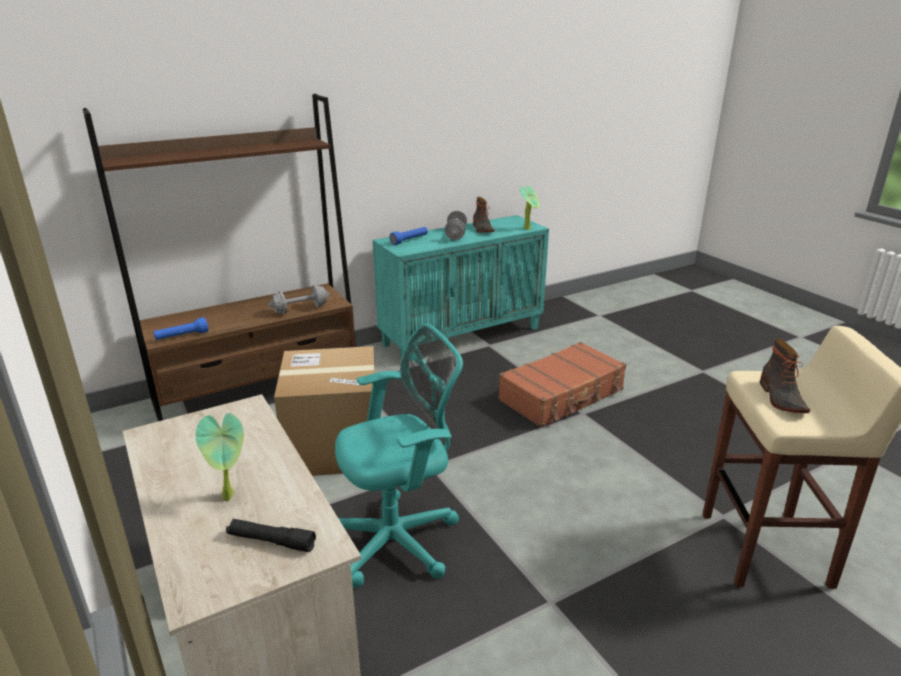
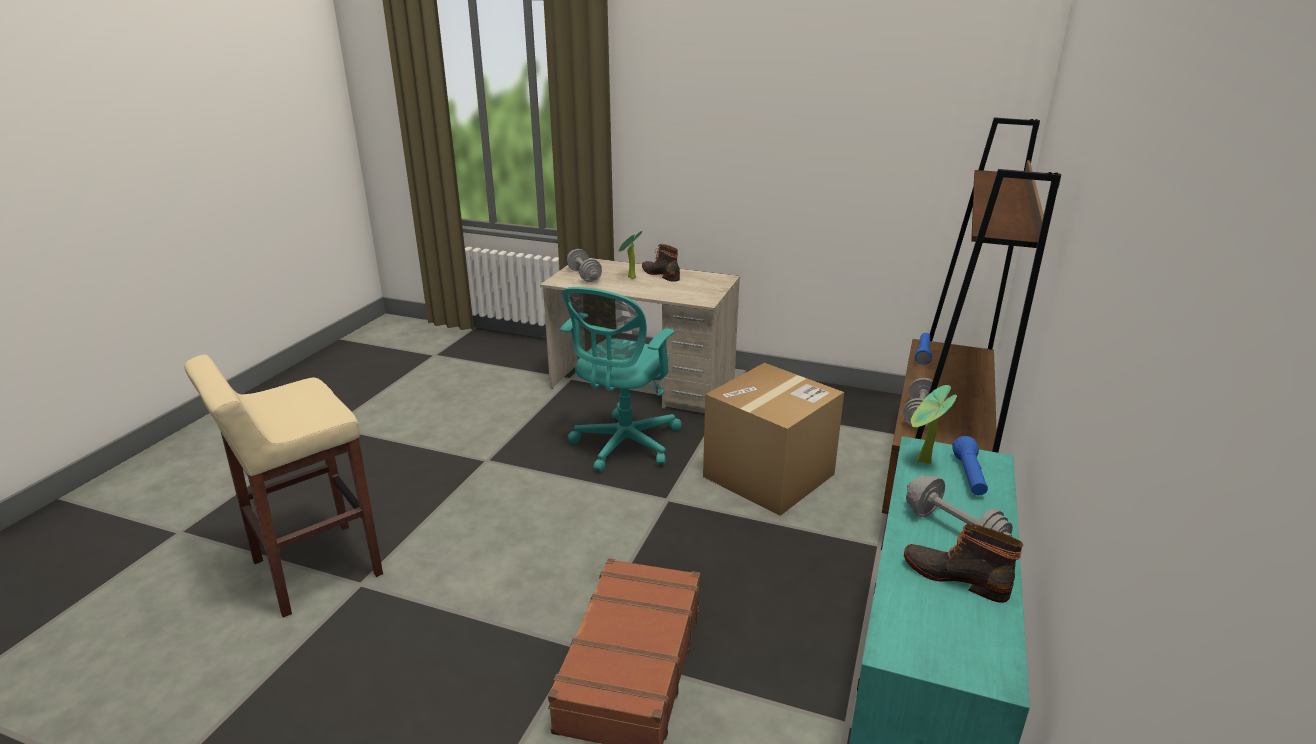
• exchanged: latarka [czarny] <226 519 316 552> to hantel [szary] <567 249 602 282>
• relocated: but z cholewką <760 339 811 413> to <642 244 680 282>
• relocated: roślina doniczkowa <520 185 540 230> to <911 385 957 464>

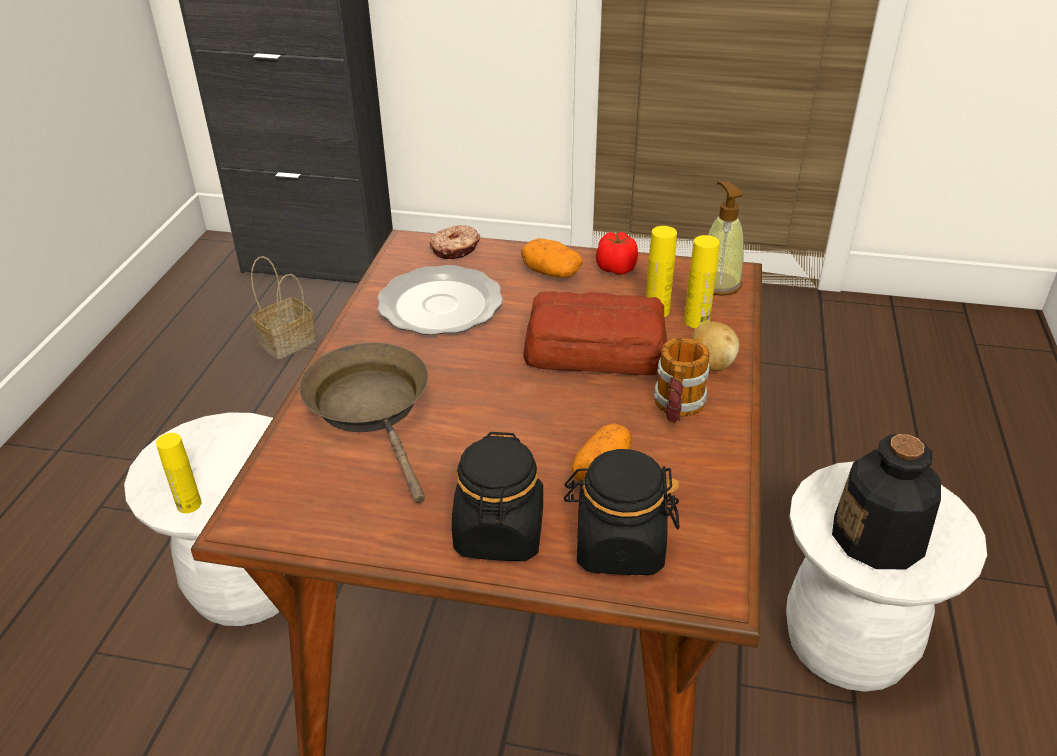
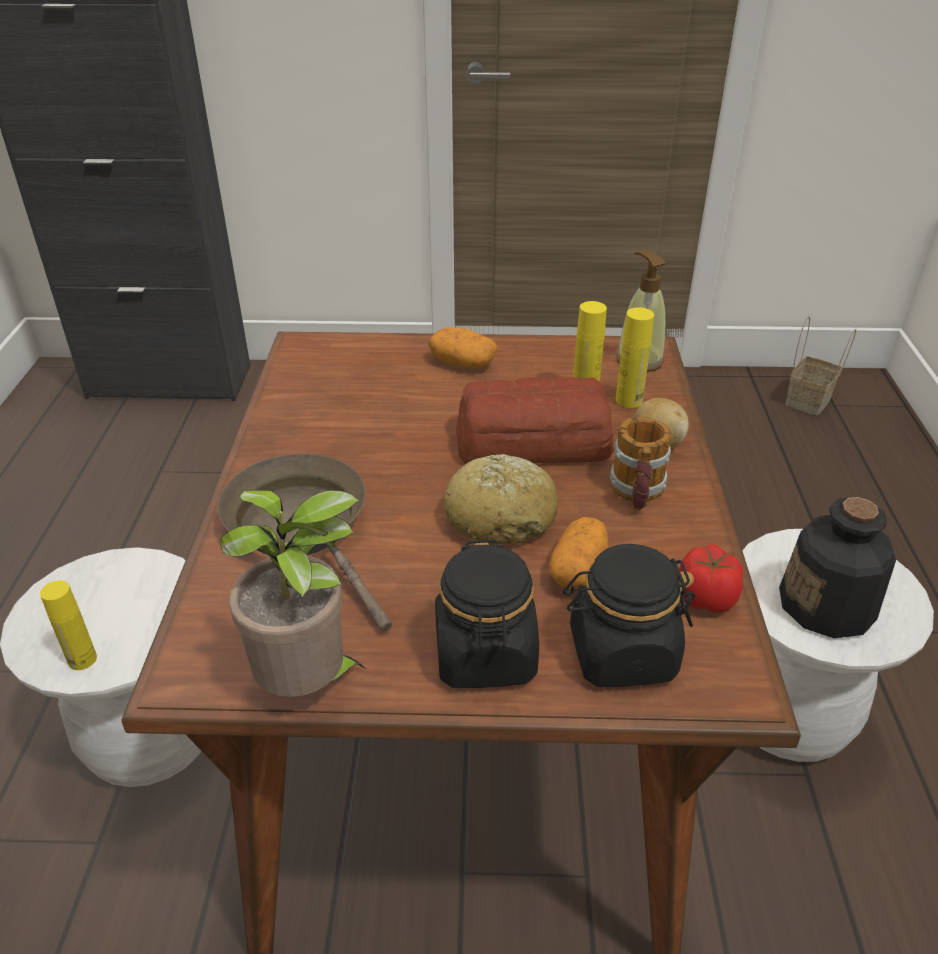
• appeared: roślina doniczkowa <220 490 367 697>
• appeared: chleb <444 454 559 545>
• relocated: pomidor <596 232 638 275> to <679 544 743 613>
• relocated: koszyk <251 256 316 359> to <785 316 856 415>
• missing: talerz <377 265 503 335>
• missing: donut <430 225 480 259>

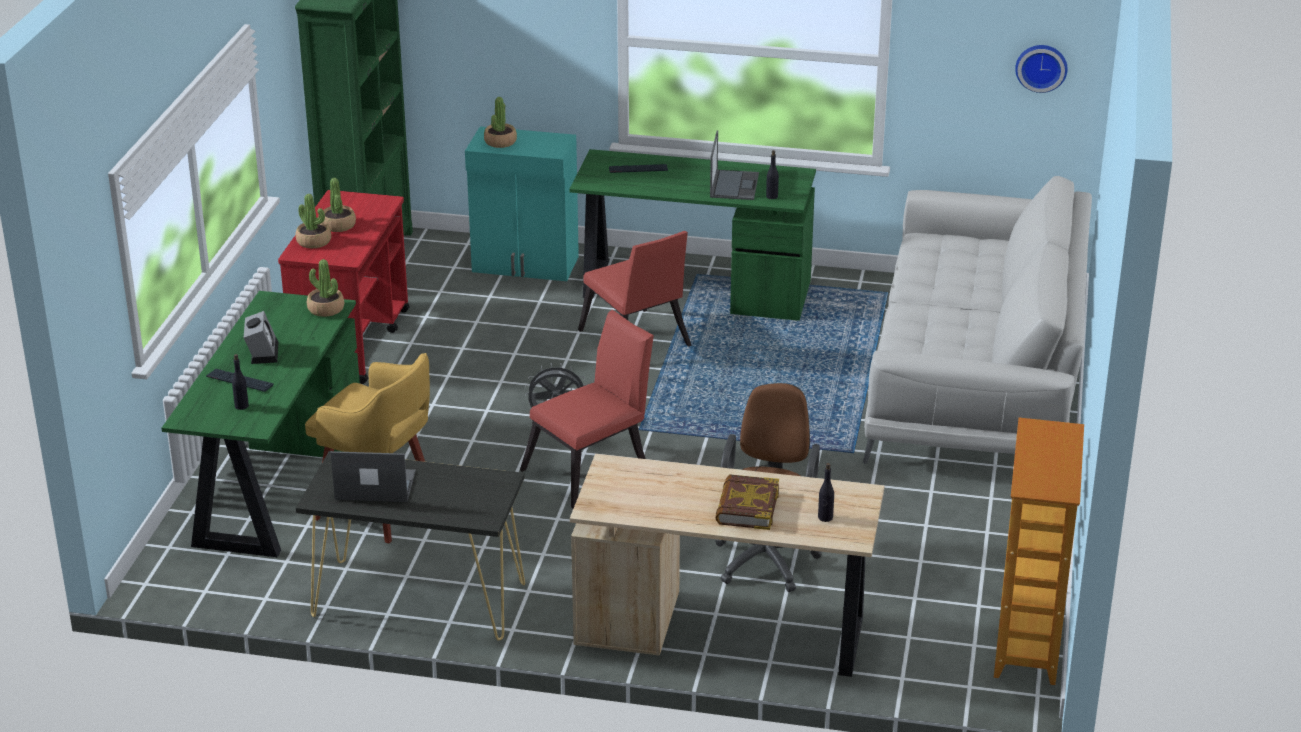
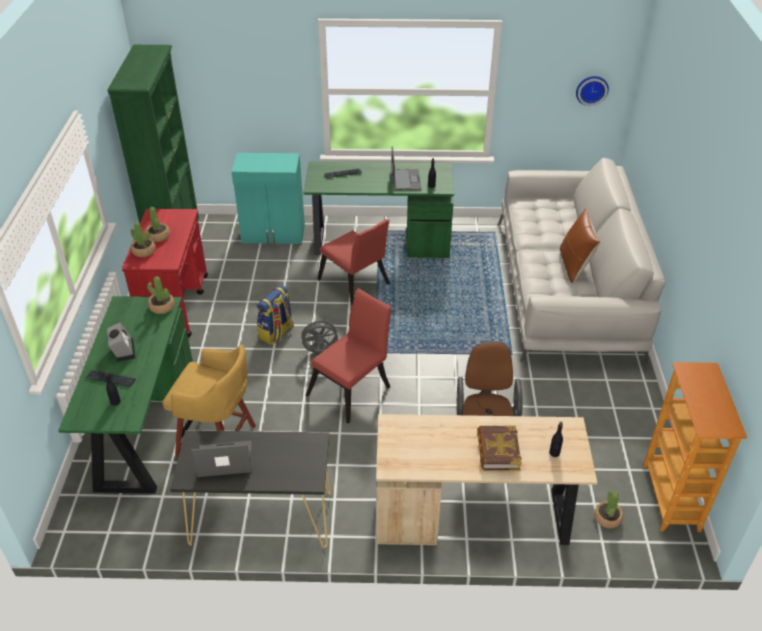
• appeared: plecak <257 285 294 345>
• appeared: poduszka [brązowy] <560 208 600 283>
• relocated: roślina doniczkowa <484 97 517 148> to <594 490 623 529>

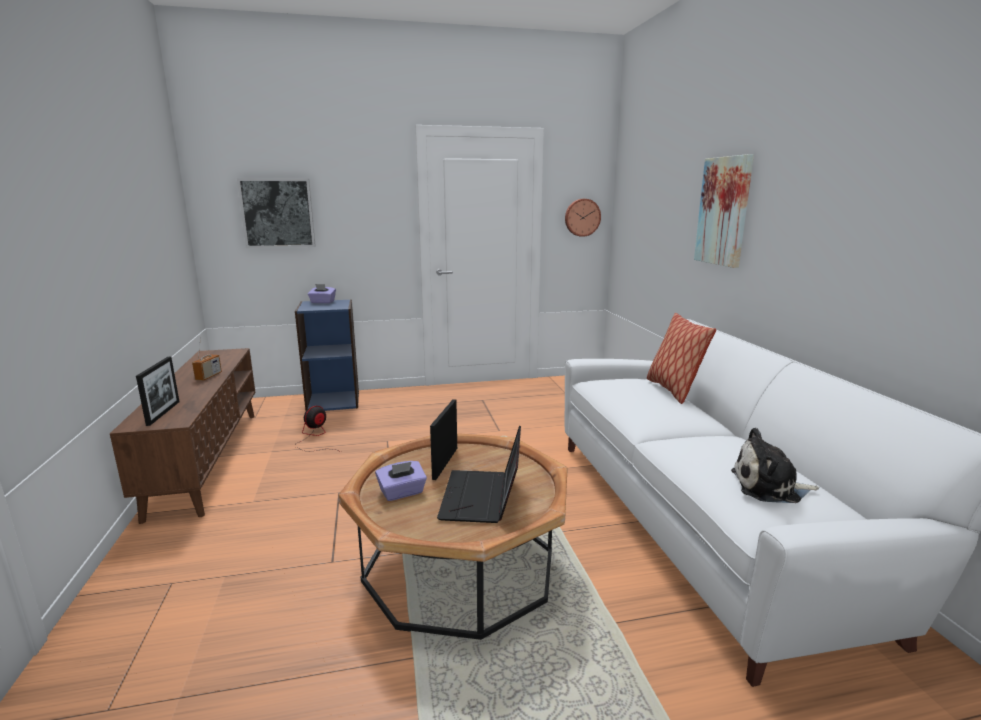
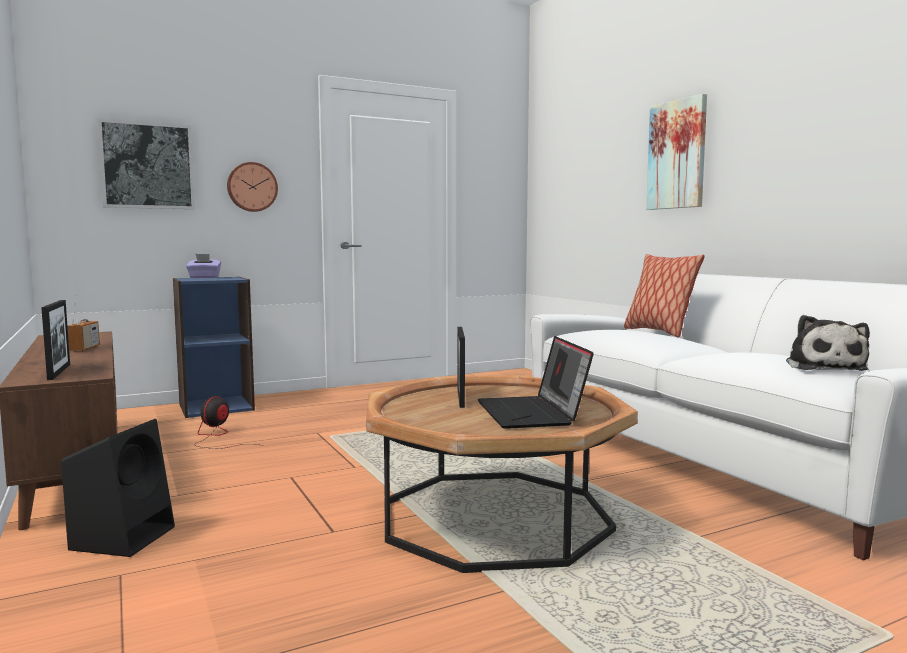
• appeared: głośnik [czarny] <61 419 175 557>
• relocated: zegar ścienny <565 199 601 237> to <227 162 278 212>
• spun: pluszak <731 428 819 503> = <786 315 870 371> 75 degrees counterclockwise
• missing: pudełko chusteczek [fioletowy] <375 461 427 501>

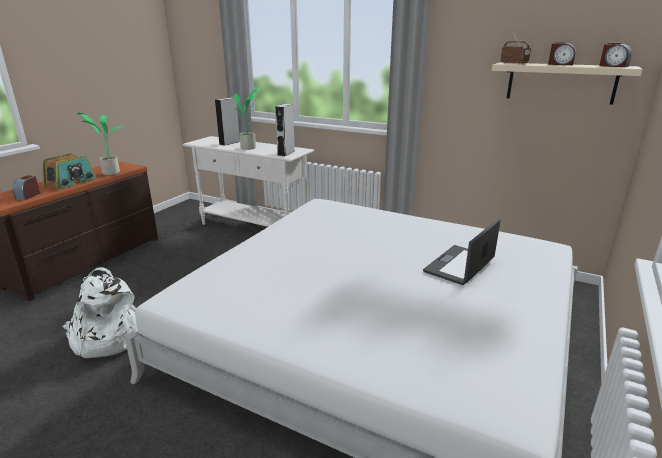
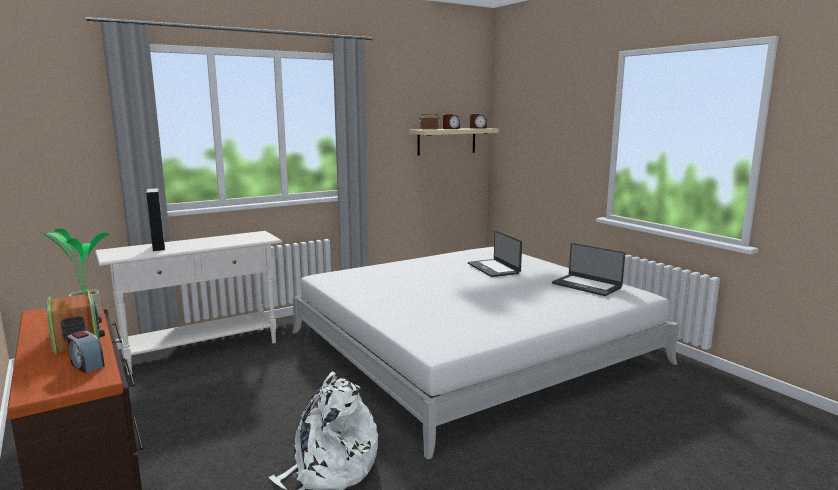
• appeared: laptop <552 243 625 296>
• missing: roślina doniczkowa <230 89 264 150>
• missing: głośnik [szary] <275 103 295 156>

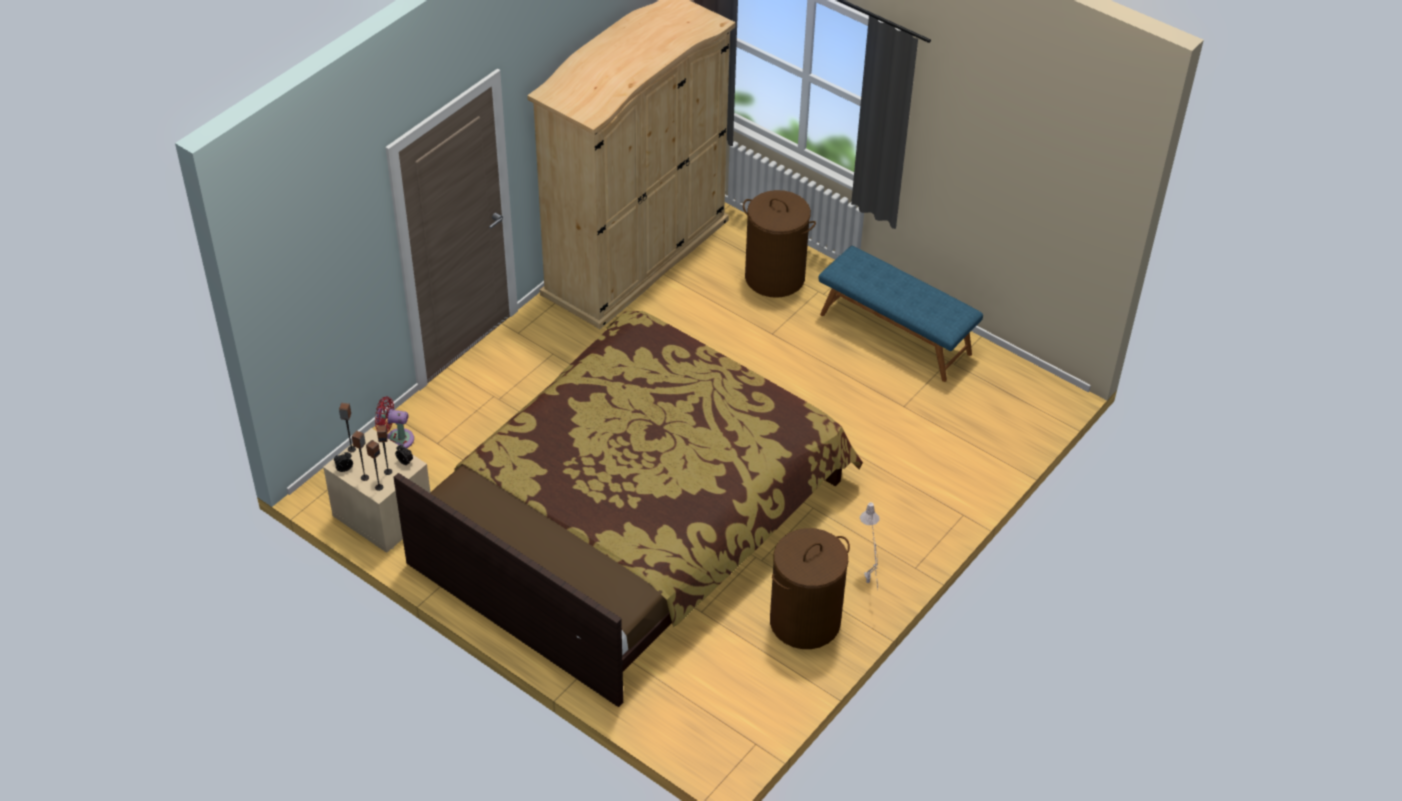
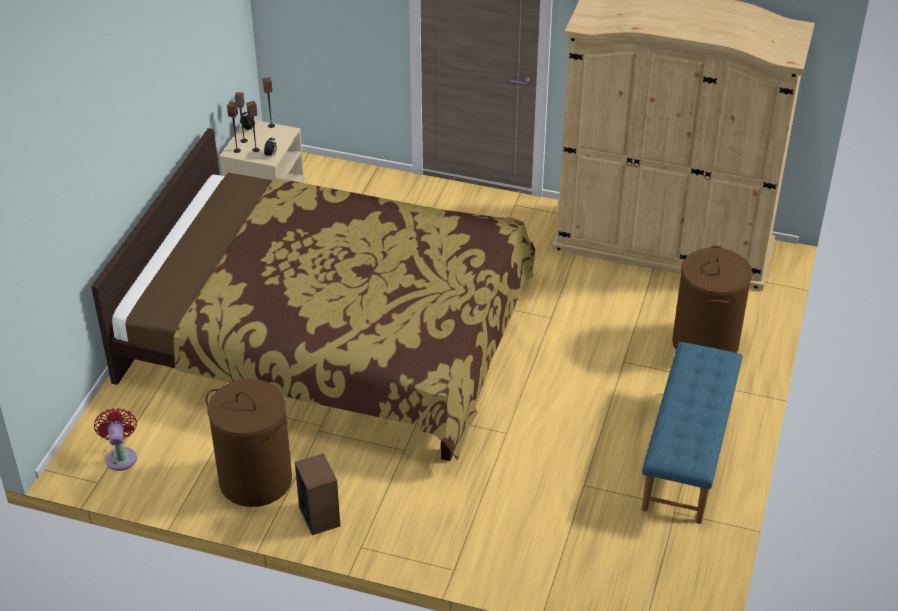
• relocated: wentylator [czerwony] <375 396 414 448> to <94 408 137 471>
• exchanged: lampa stołowa [szary] <860 502 880 588> to głośnik <295 453 340 535>

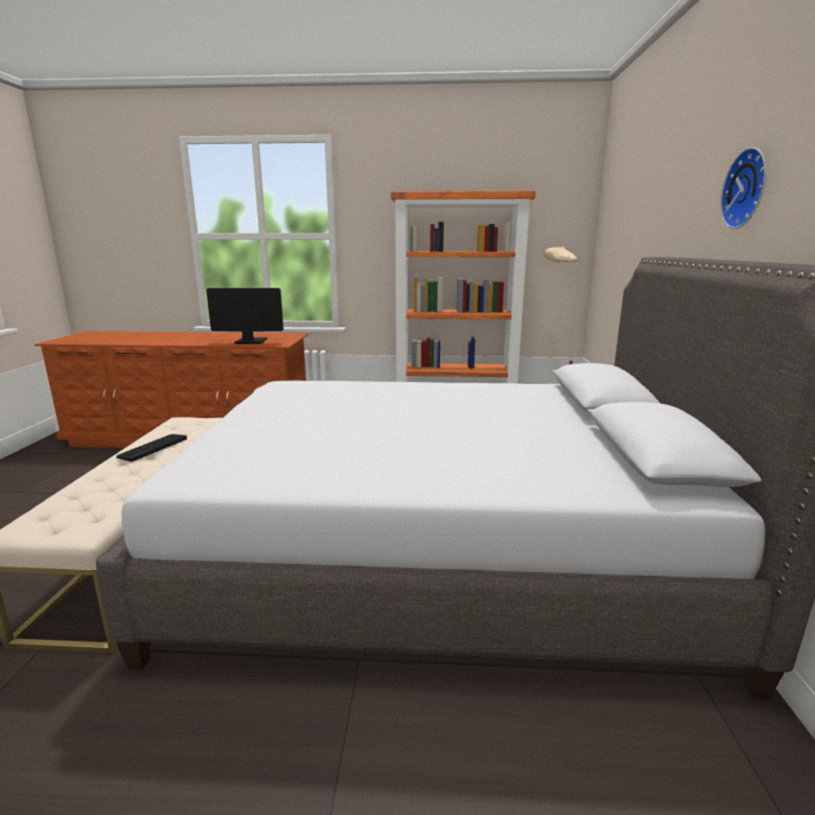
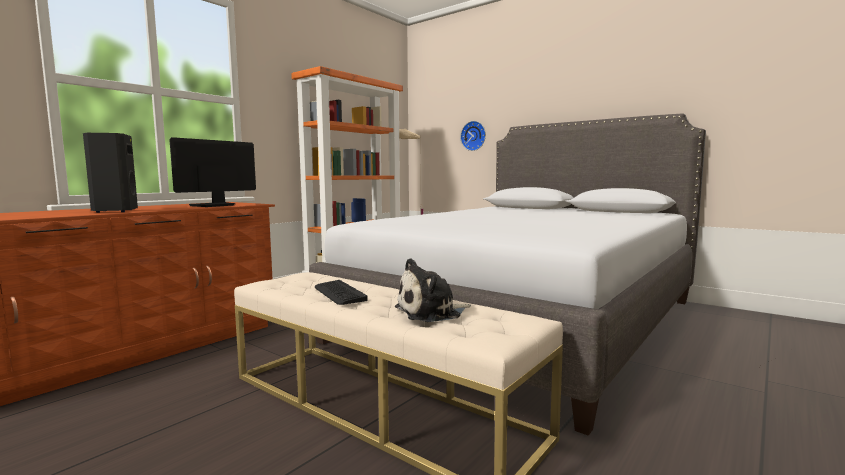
• appeared: głośnik [czarny] <83 133 138 213>
• appeared: pluszak <395 258 471 322>
• relocated: zegar ścienny <720 147 767 229> to <460 121 486 151>

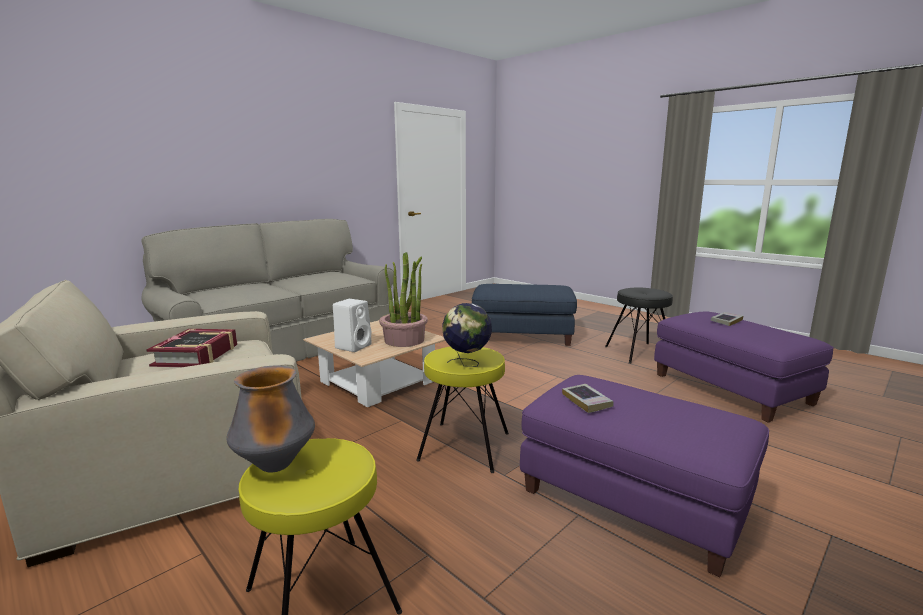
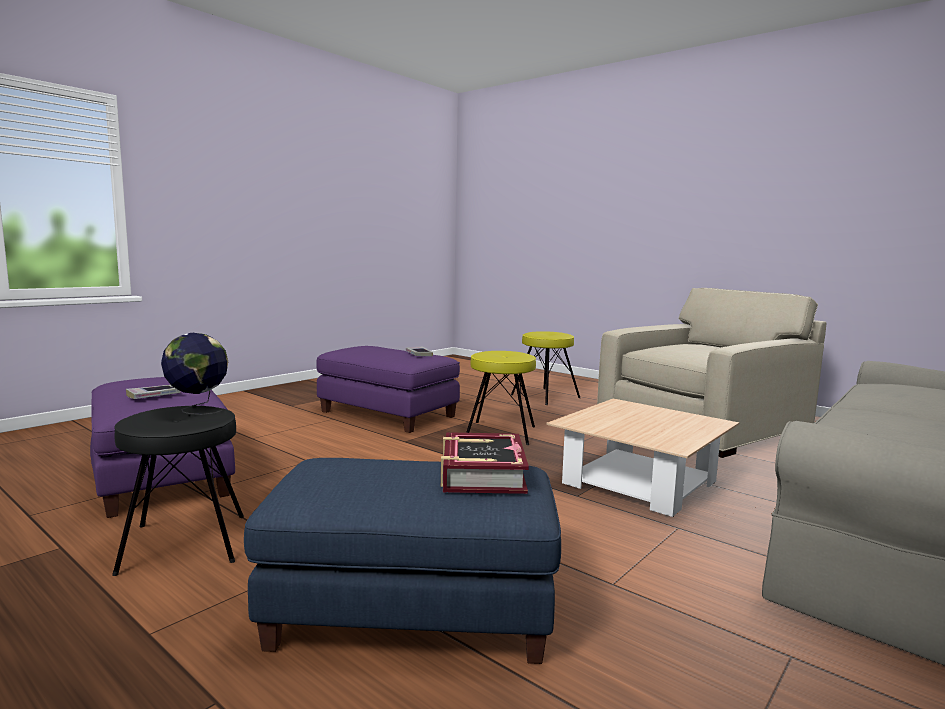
• relocated: globus <442 303 492 367> to <161 333 228 415>
• relocated: książka <146 329 237 367> to <441 432 529 494>
• missing: wazon <226 365 315 472>
• missing: głośnik [biały] <333 299 372 352>
• missing: roślina doniczkowa <379 252 428 347>

